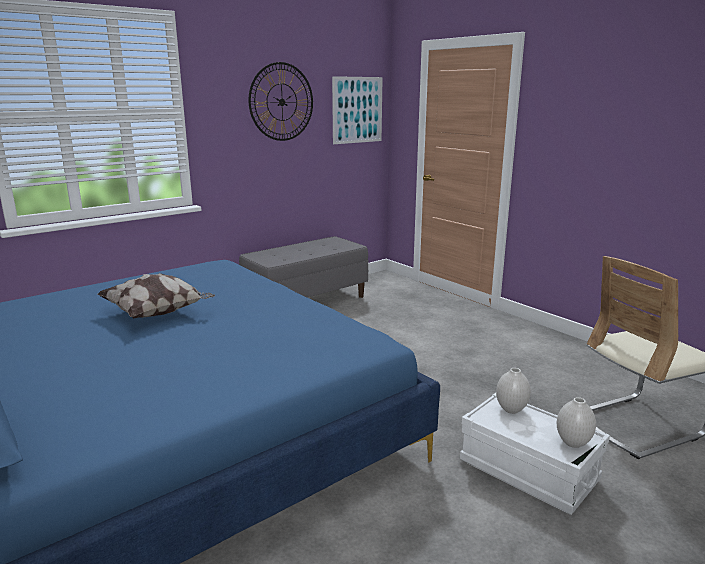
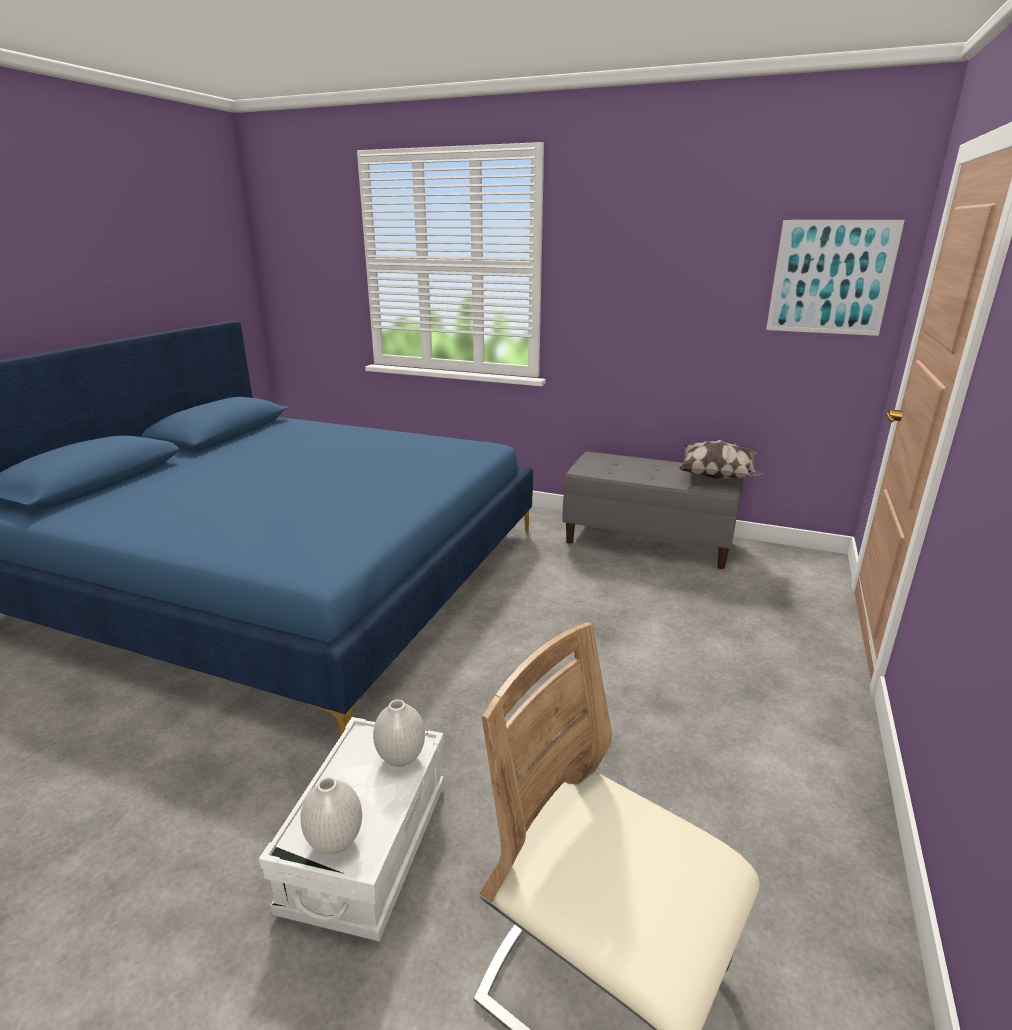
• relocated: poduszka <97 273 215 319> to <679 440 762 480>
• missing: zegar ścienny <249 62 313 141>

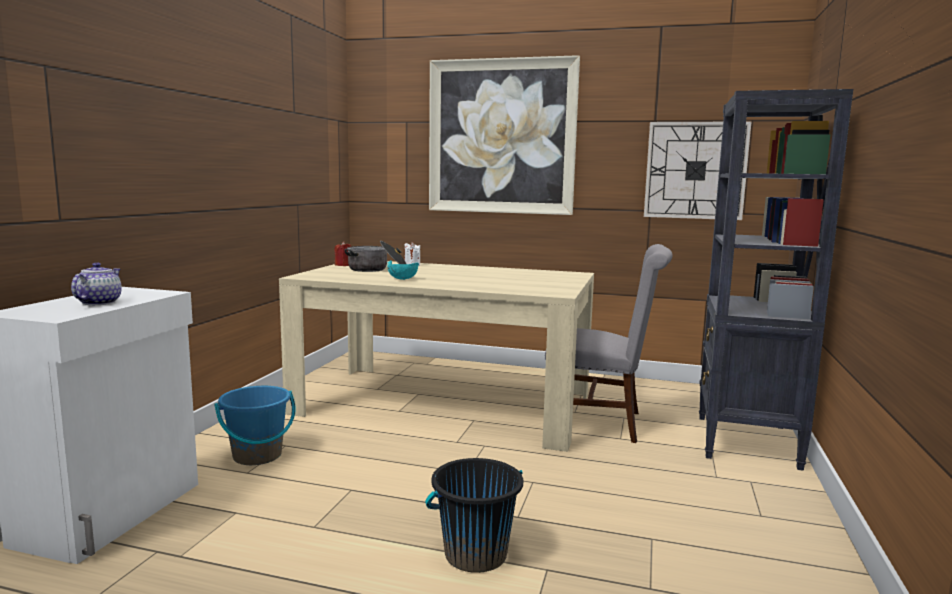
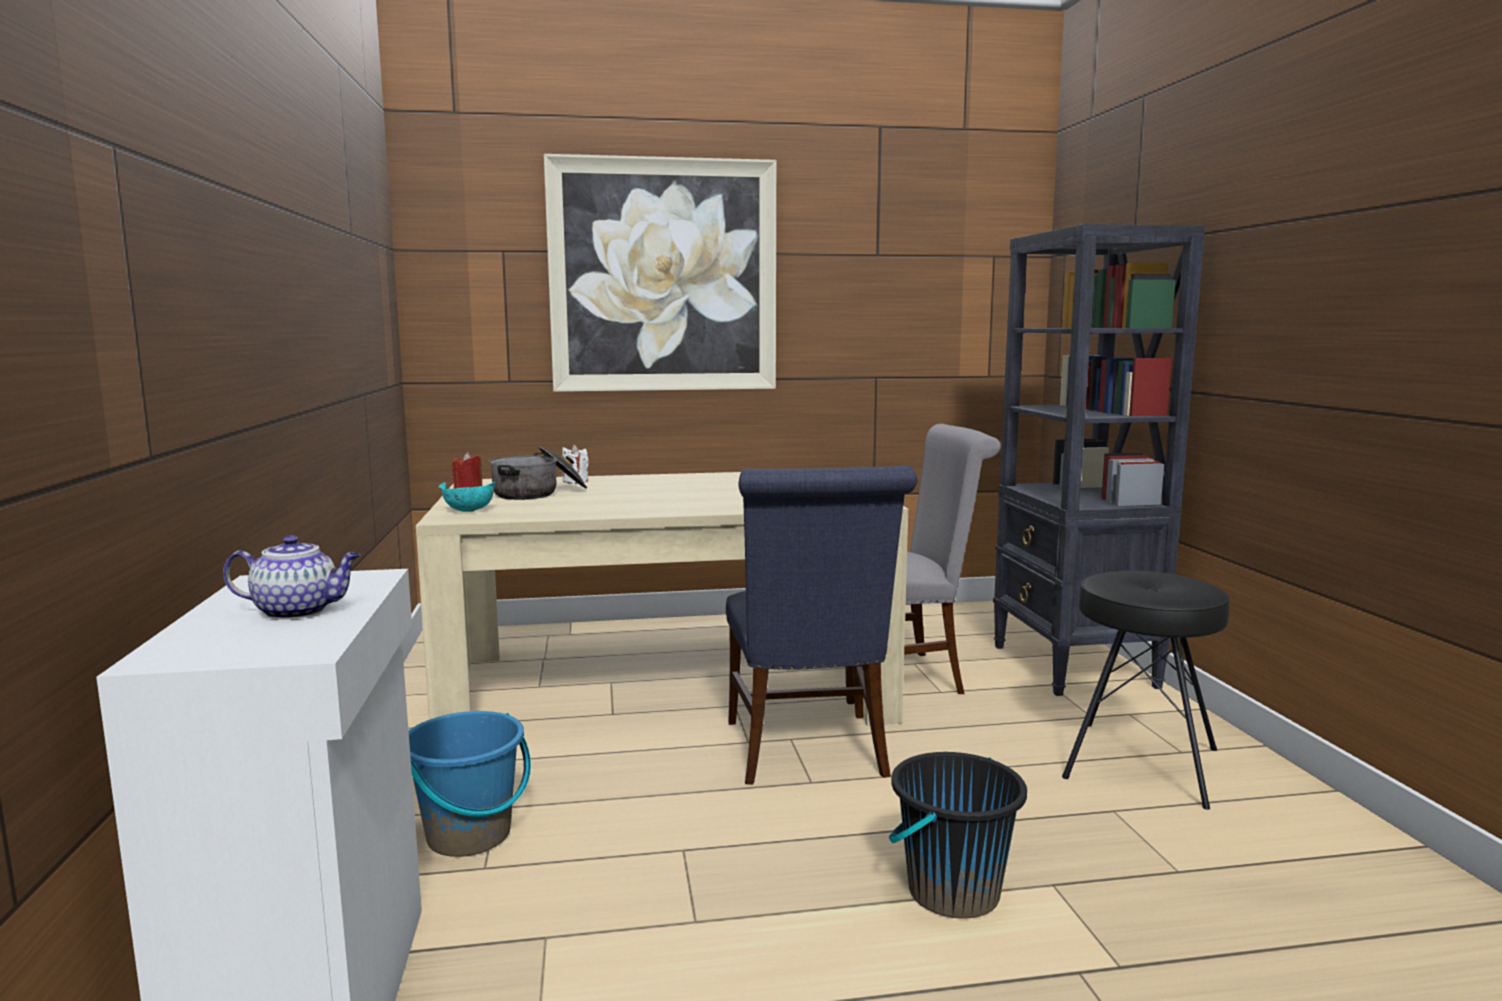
• spun: imbryk <71 262 122 305> = <223 535 360 620> 105 degrees clockwise
• relocated: miska [turkusowy] <387 260 419 280> to <438 482 496 512>
• appeared: krzesło [niebieski] <726 466 917 785>
• appeared: stołek [czarny] <1062 571 1230 810>
• missing: zegar ścienny <644 121 752 220>

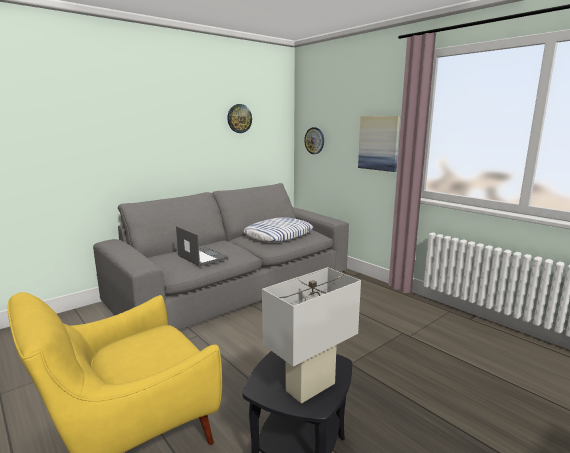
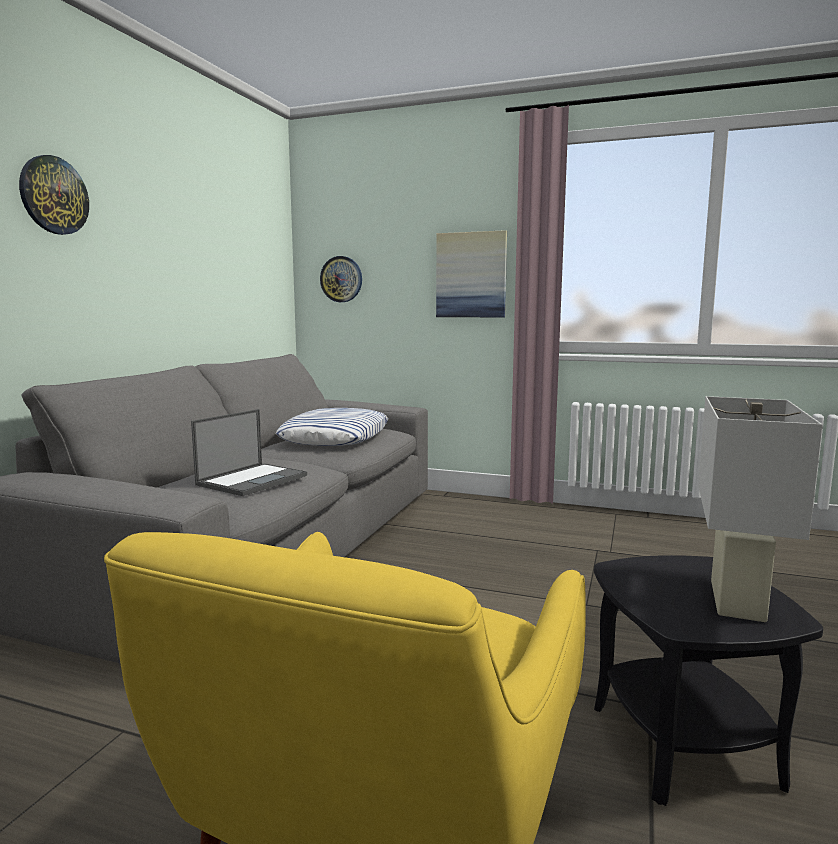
• relocated: zegar ścienny <227 104 252 133> to <19 155 89 235>
• spun: laptop <176 226 228 267> = <191 409 307 496> 105 degrees clockwise

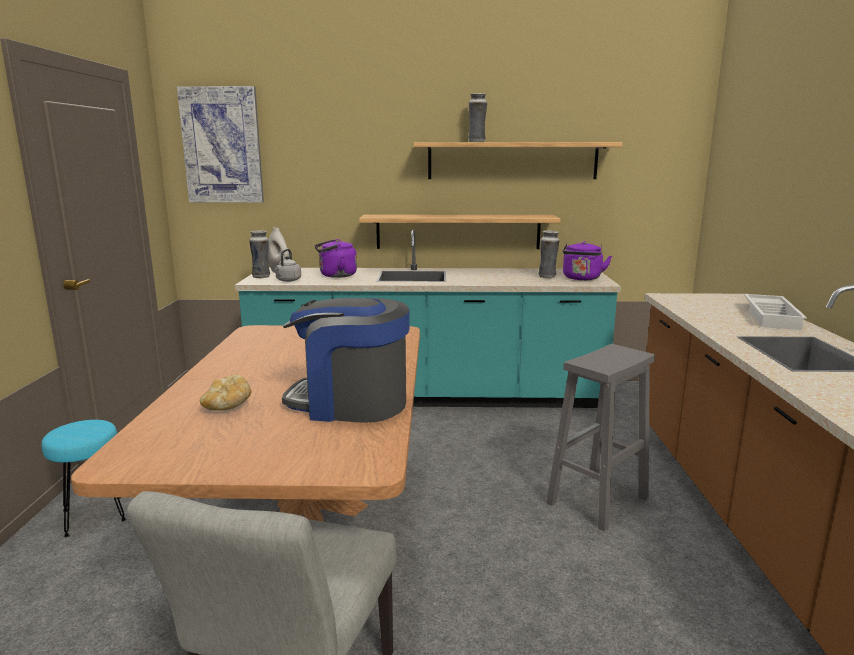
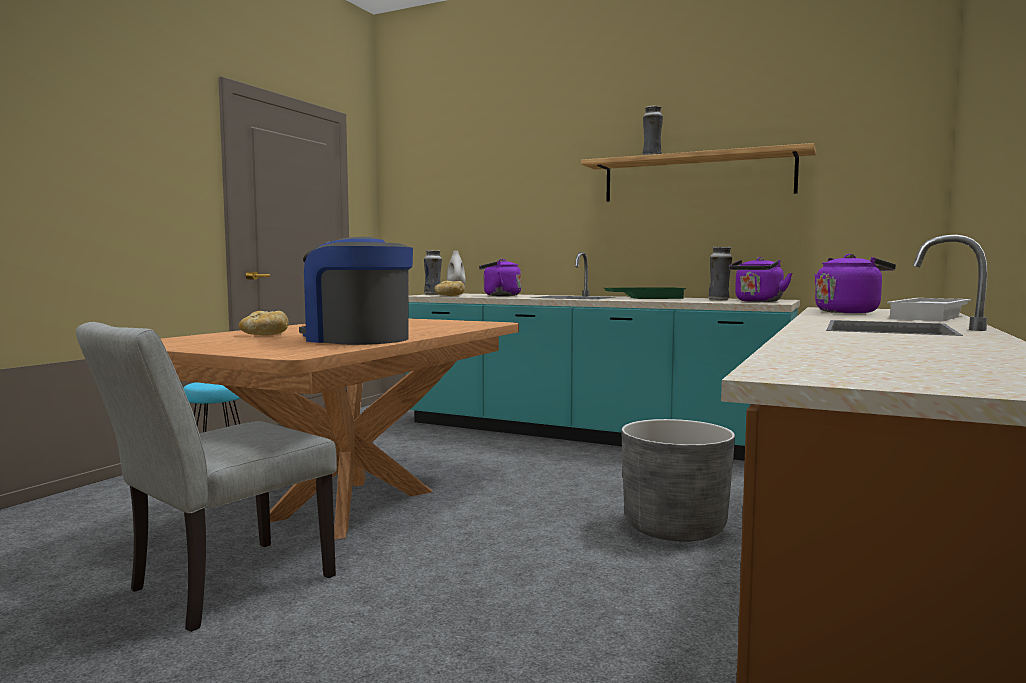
• exchanged: czajnik [szary] <275 249 301 282> to chleb <434 281 465 296>
• appeared: taca [zielony] <603 287 686 299>
• exchanged: stołek [szary] <546 344 655 531> to donica [szary] <622 419 735 542>
• appeared: czajnik [fioletowy] <815 254 896 313>
• missing: obraz <177 86 264 203>
• missing: półka <359 215 561 249>

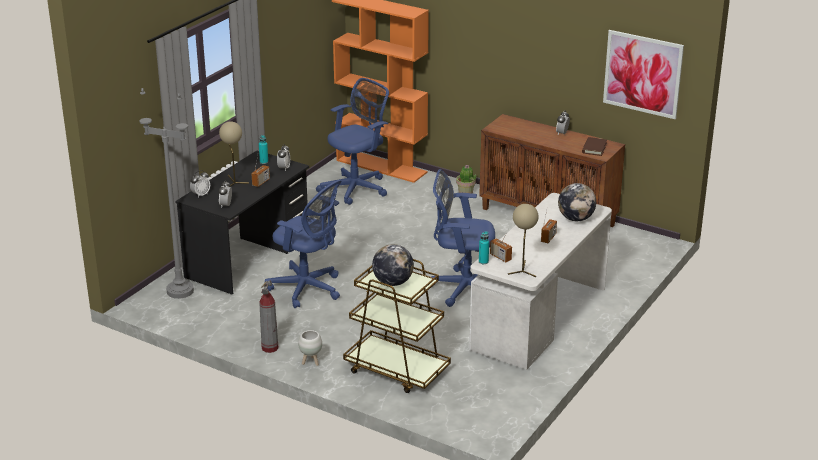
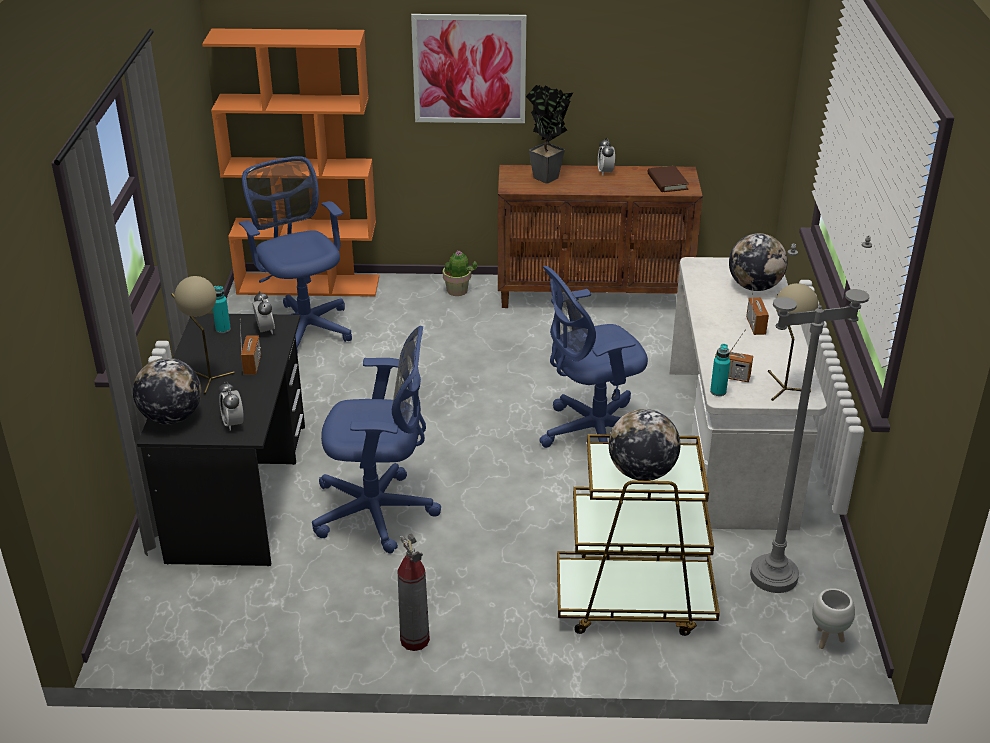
• exchanged: budzik <190 170 210 198> to globus <133 358 201 425>
• spun: krzesło biurowe [niebieski] <316 78 389 205> = <239 156 352 354> 45 degrees counterclockwise
• relocated: obraz <603 30 684 119> to <411 14 526 123>
• appeared: roślina doniczkowa <526 85 573 183>
• relocated: lampa stojąca [szary] <140 88 194 299> to <750 235 872 593>
• relocated: donica [biały] <298 330 322 366> to <812 588 855 649>

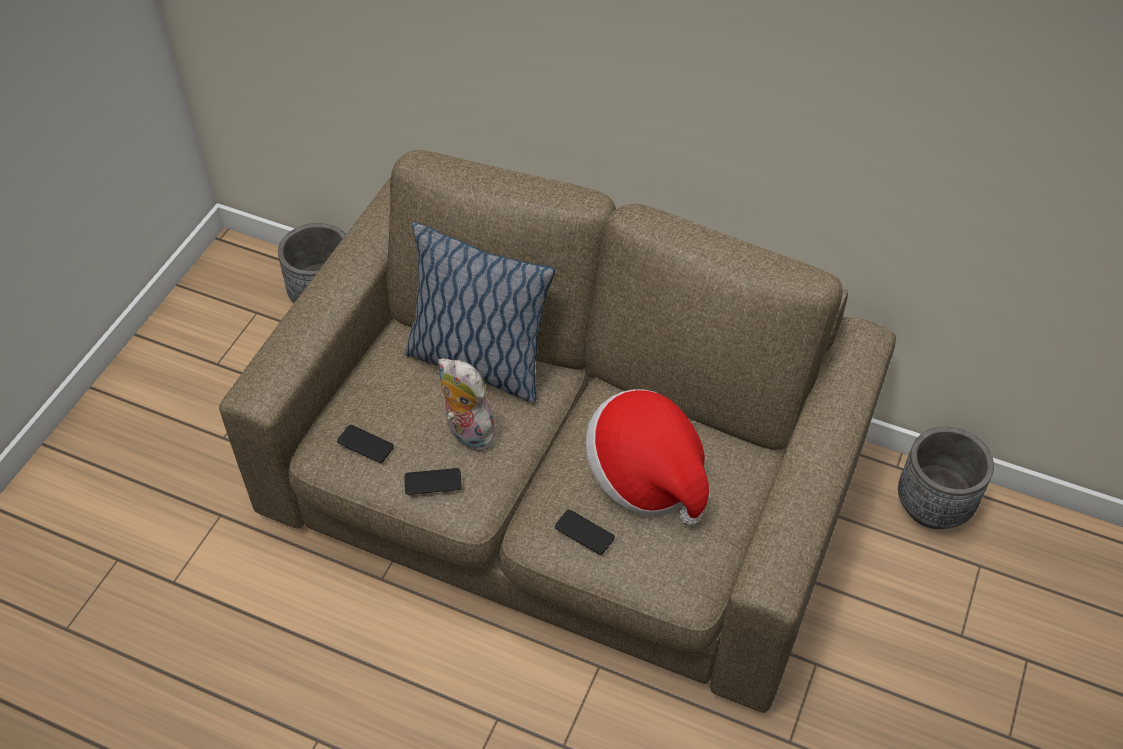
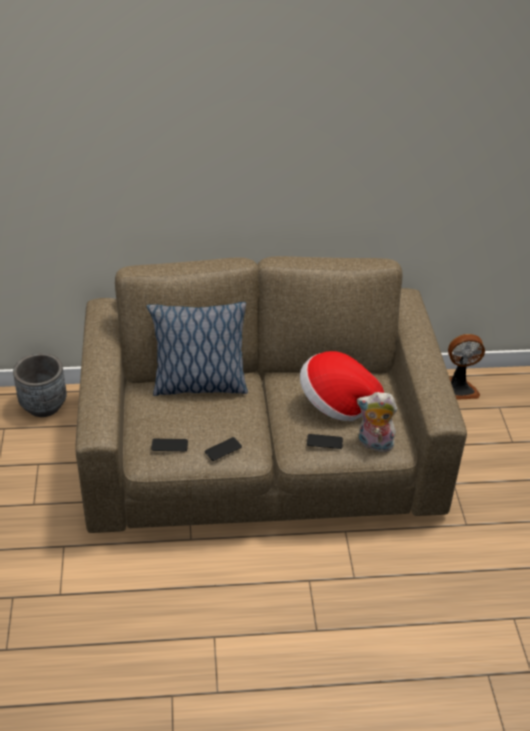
• relocated: pluszak <438 358 496 451> to <357 392 397 452>
• exchanged: donica [szary] <898 427 994 529> to wentylator <448 334 485 400>

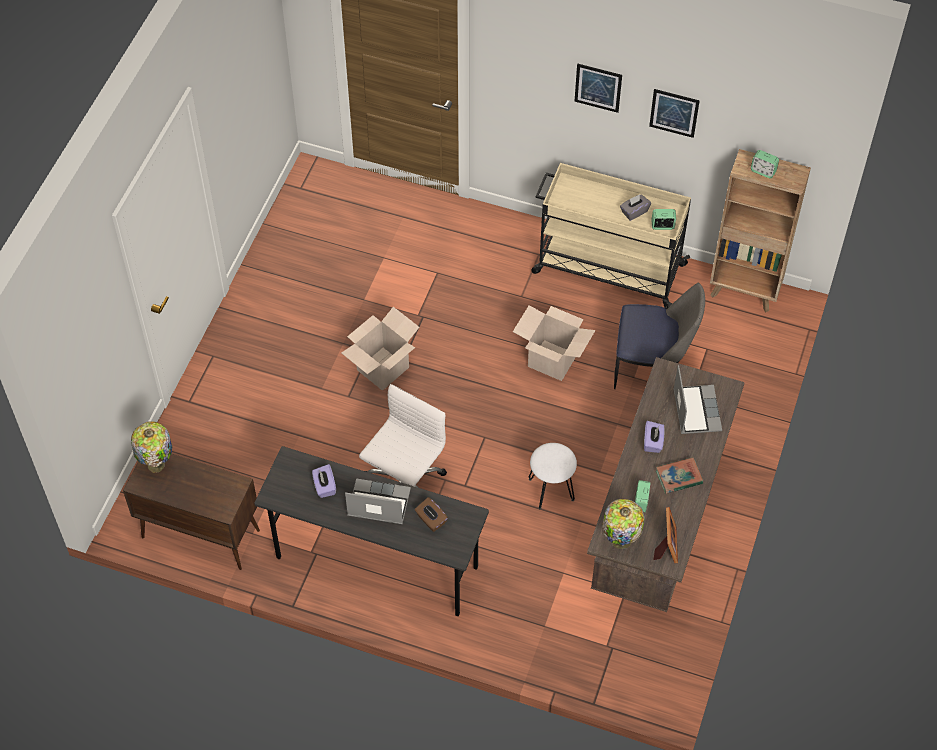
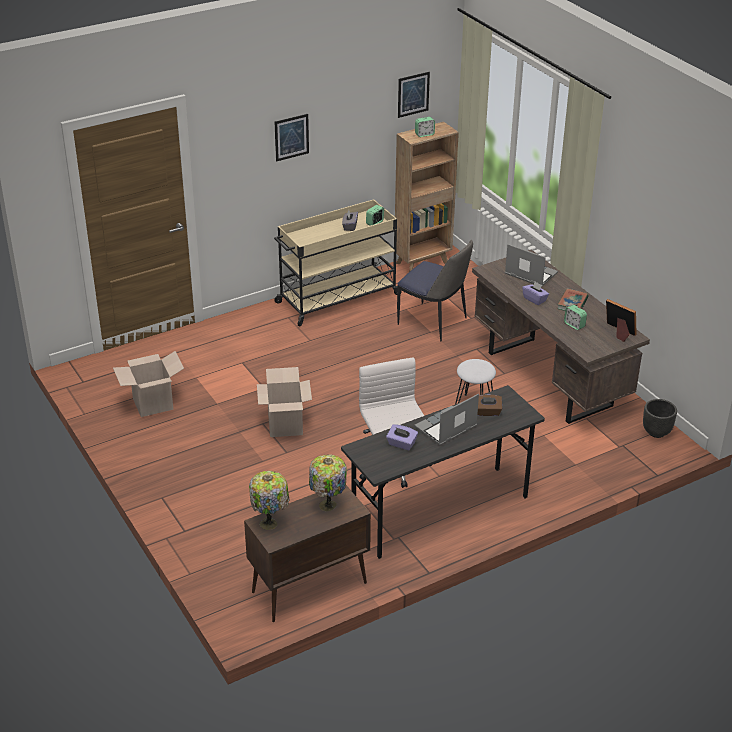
• relocated: karton <513 305 596 381> to <113 351 184 417>
• relocated: lampa stołowa <602 499 645 549> to <309 455 347 511>
• spun: krzesło <614 283 705 389> = <397 240 473 341> 75 degrees clockwise
• relocated: obraz <649 89 700 138> to <398 72 430 118>
• appeared: donica [czarny] <643 399 677 438>

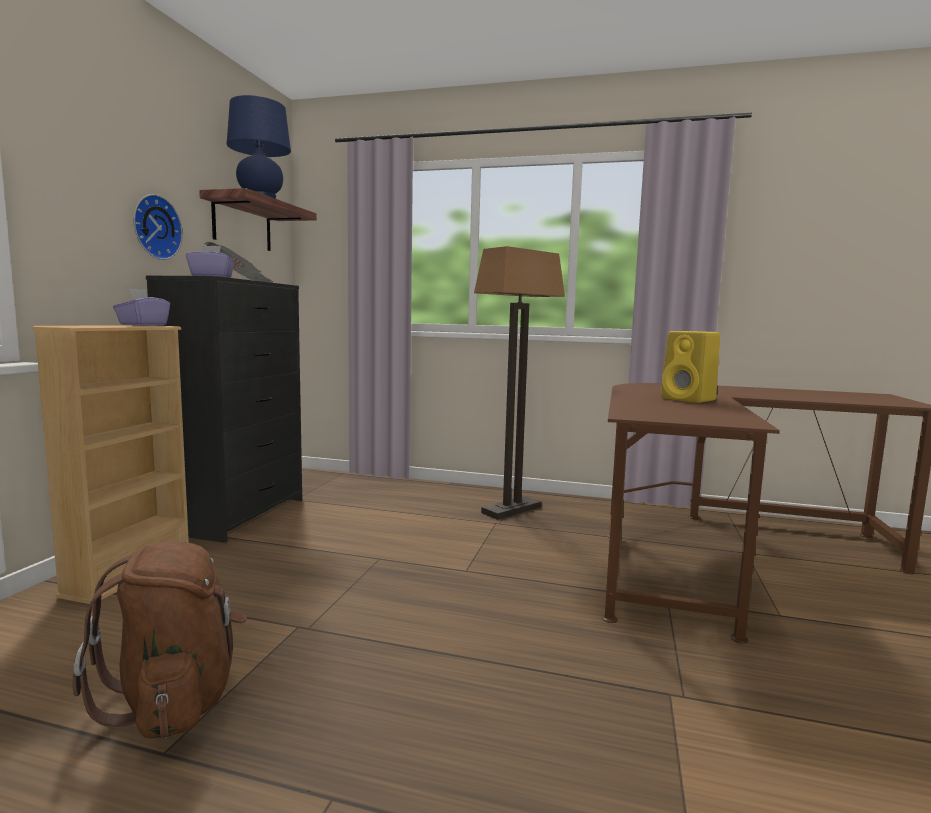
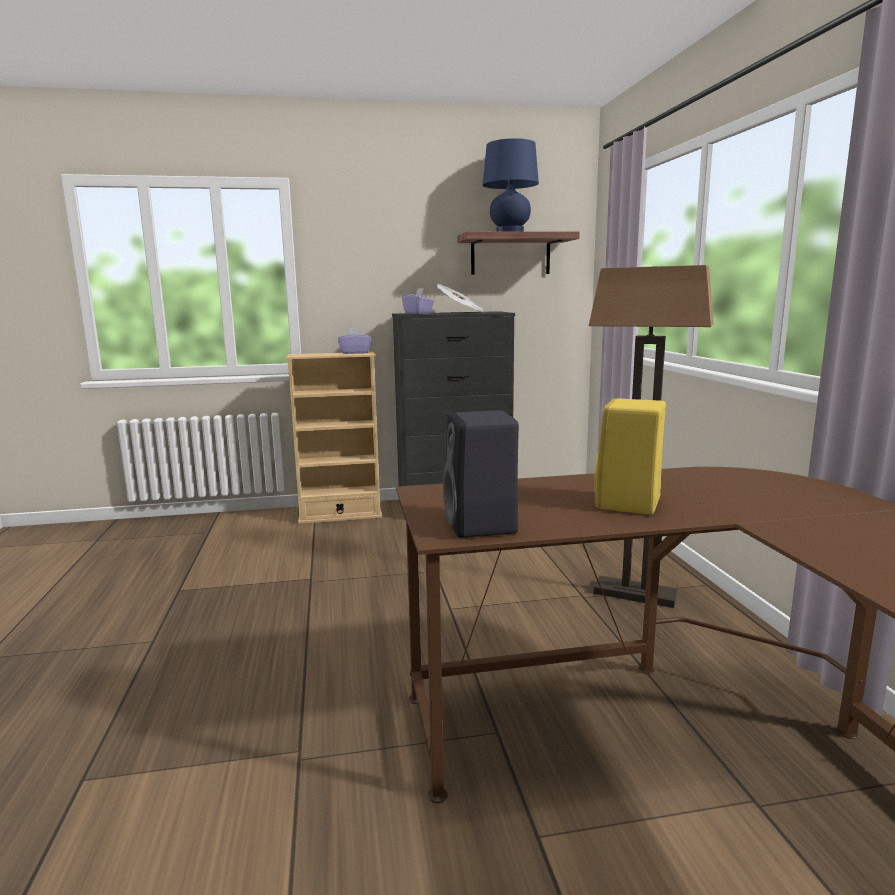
• appeared: głośnik [czarny] <443 410 519 538>
• missing: plecak [brązowy] <72 542 247 738>
• missing: zegar ścienny <133 194 183 260>

